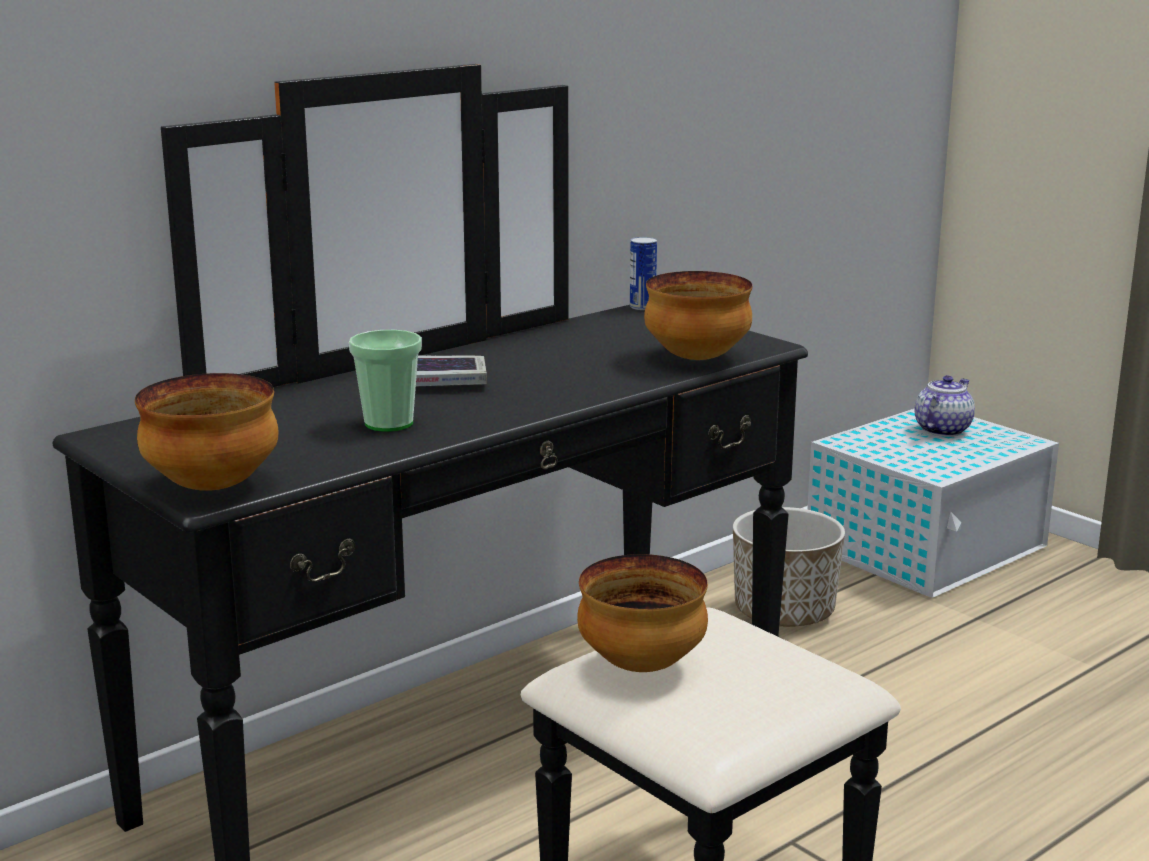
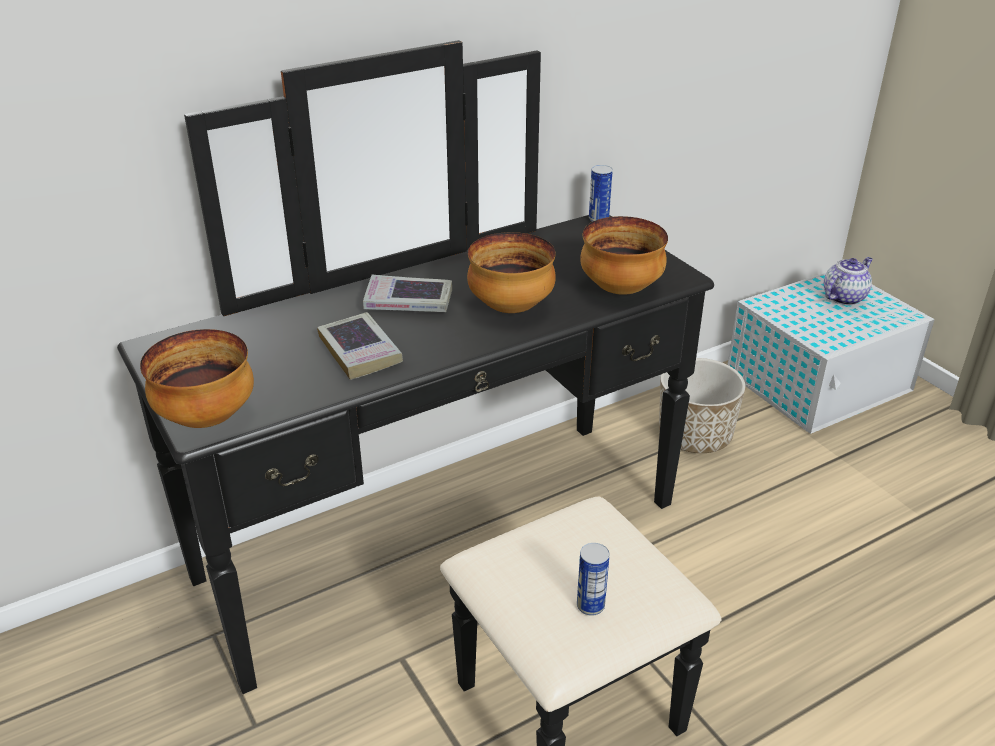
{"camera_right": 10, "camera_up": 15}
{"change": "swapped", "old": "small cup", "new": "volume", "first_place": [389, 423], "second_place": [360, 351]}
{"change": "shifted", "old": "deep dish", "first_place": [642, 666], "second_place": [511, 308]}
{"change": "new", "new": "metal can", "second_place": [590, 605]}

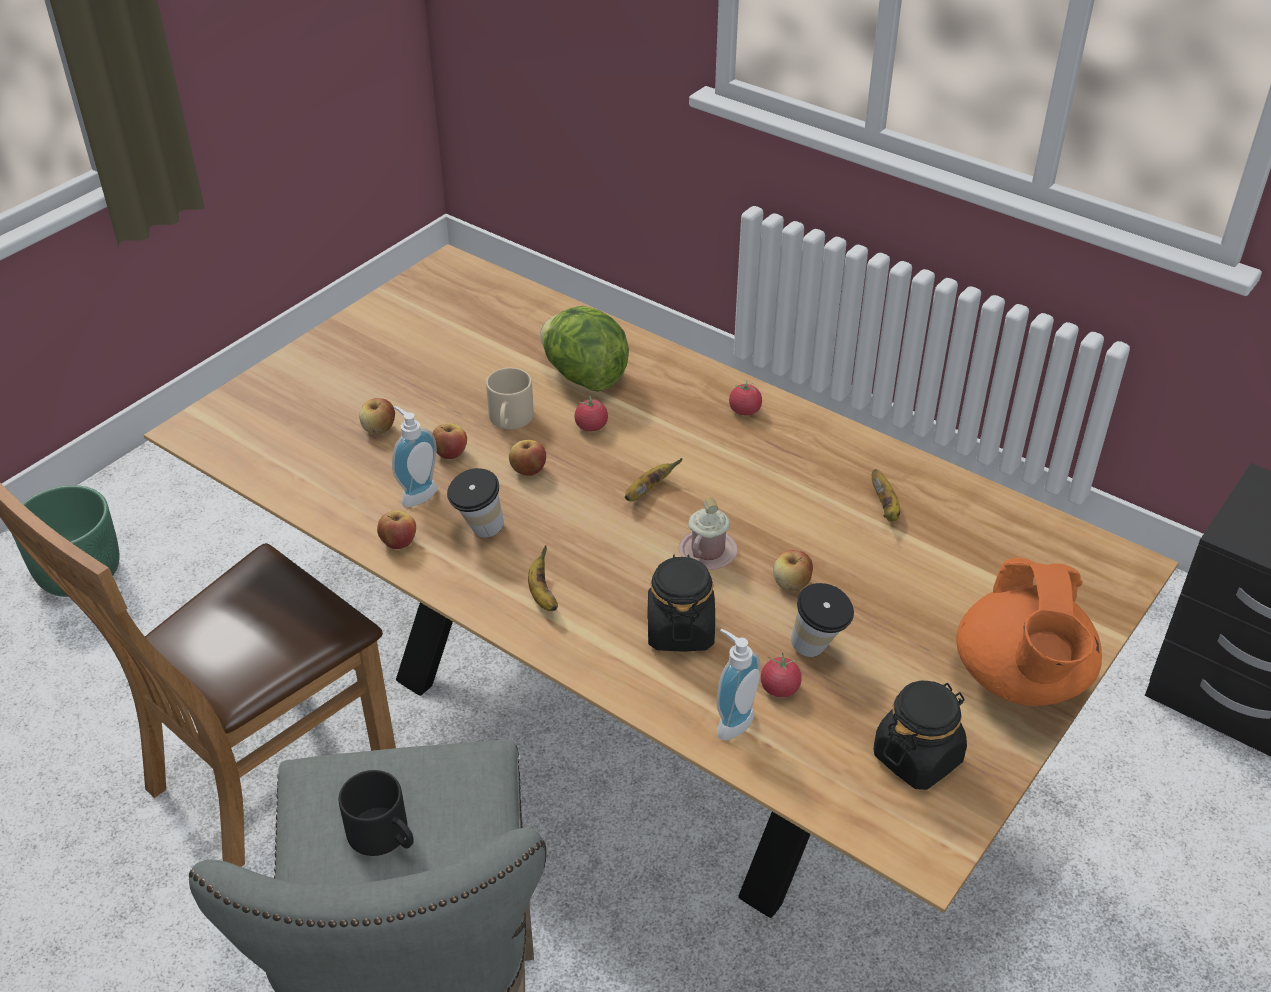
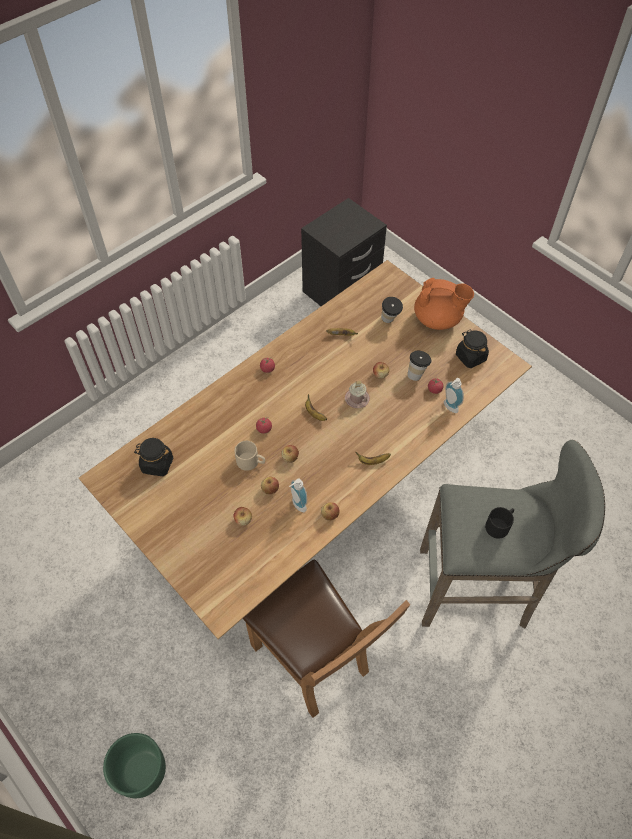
{"camera_right": -80, "camera_up": 15}
{"change": "shifted", "old": "small cup", "first_place": [479, 532], "second_place": [390, 321]}
{"change": "gone", "old": "lettuce", "first_place": [584, 376]}
{"change": "shifted", "old": "storage jar (black)", "first_place": [680, 630], "second_place": [157, 464]}

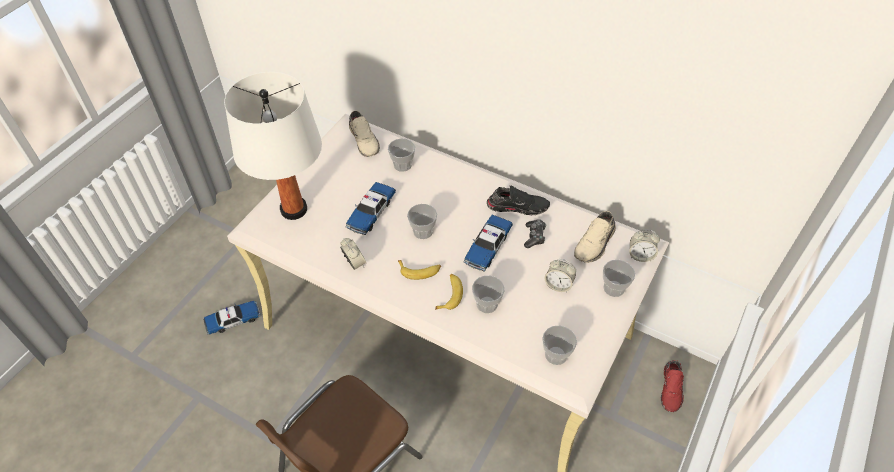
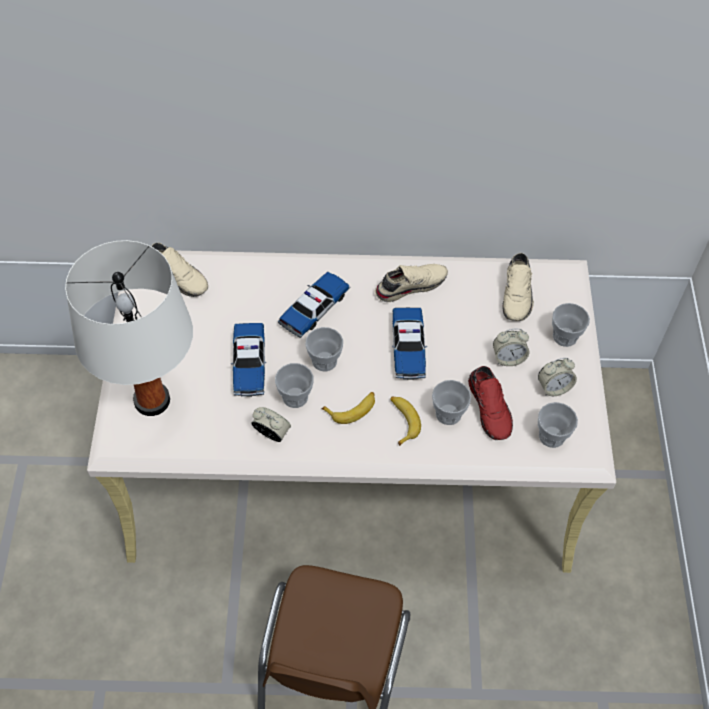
{"camera_right": -30, "camera_up": 5}
{"change": "shifted", "old": "model car", "first_place": [233, 320], "second_place": [315, 309]}
{"change": "shifted", "old": "small cup", "first_place": [402, 165], "second_place": [295, 397]}
{"change": "repainted", "old": "low shoe (black)", "new": "low shoe (beige)", "first_place": [517, 206], "second_place": [410, 285]}
{"change": "gone", "old": "game controller", "first_place": [534, 236]}
{"change": "shifted", "old": "bedside clock", "first_place": [640, 255], "second_place": [553, 387]}
{"change": "shifted", "old": "low shoe (reddish)", "first_place": [671, 389], "second_place": [490, 408]}

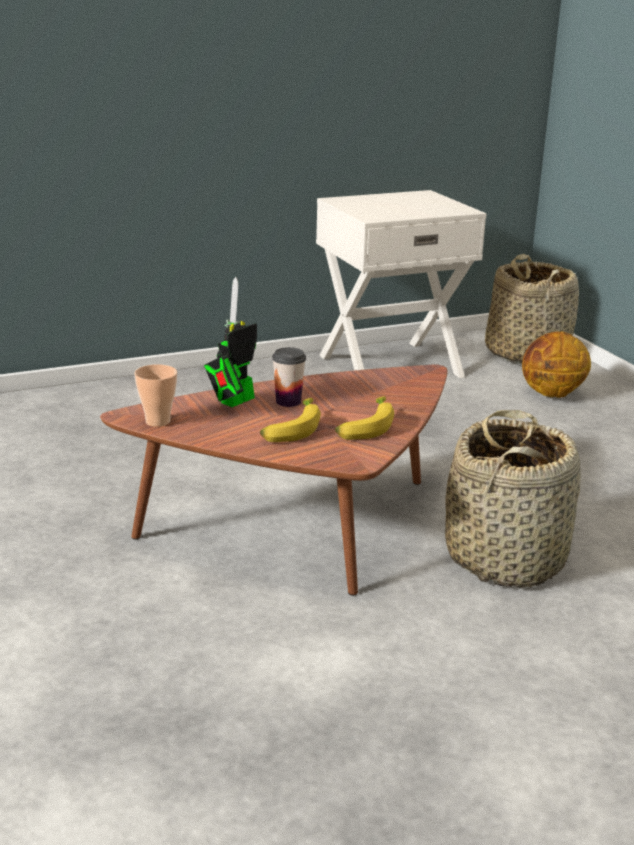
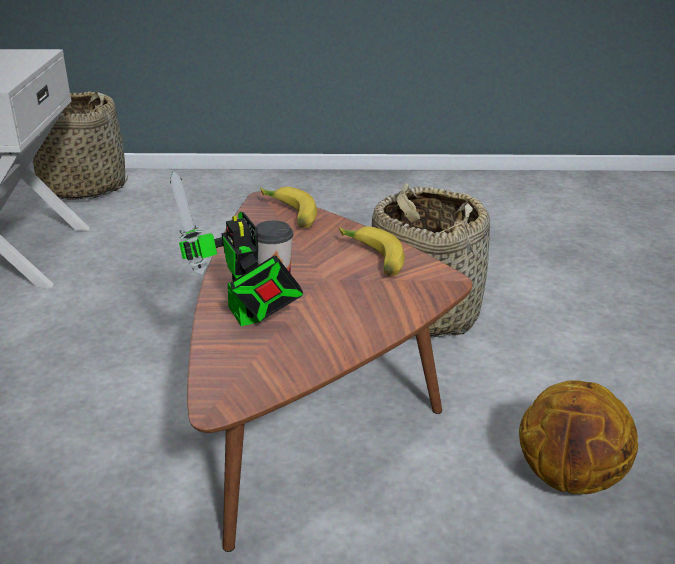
{"camera_right": -65, "camera_up": 5}
{"change": "gone", "old": "small cup", "first_place": [158, 421]}
{"change": "shifted", "old": "whole banana", "first_place": [291, 429], "second_place": [288, 215]}
{"change": "shifted", "old": "basketball ball", "first_place": [551, 394], "second_place": [570, 478]}

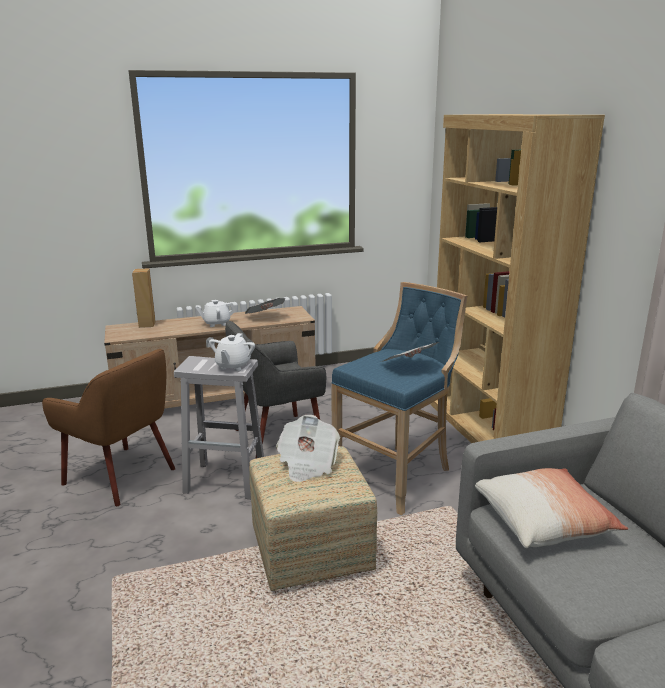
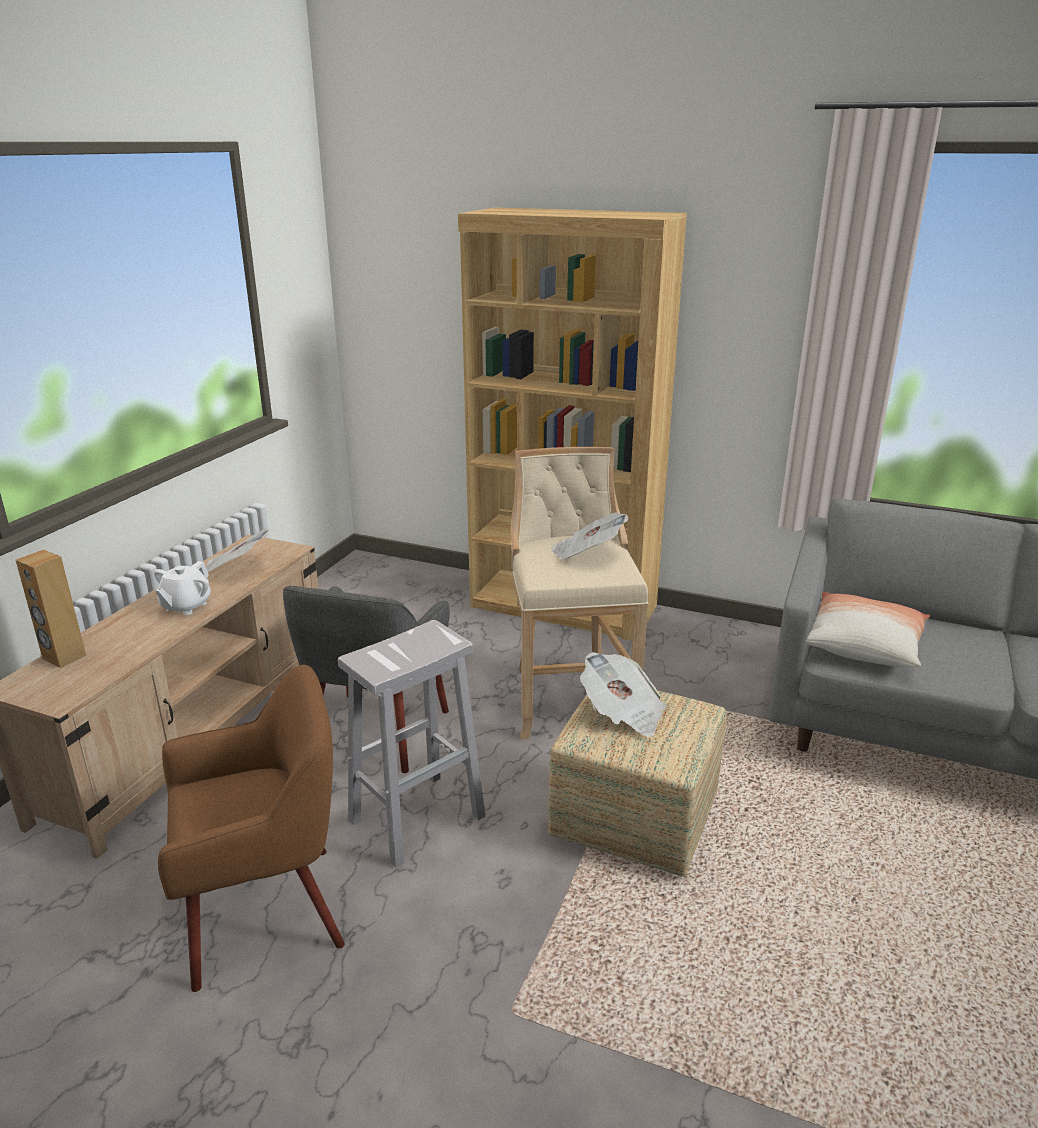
{"camera_right": -50, "camera_up": 5}
{"change": "gone", "old": "teapot (white)", "first_place": [233, 366]}
{"change": "repainted", "old": "stool seat (blue)", "new": "stool seat (beige)", "first_place": [397, 475], "second_place": [569, 696]}

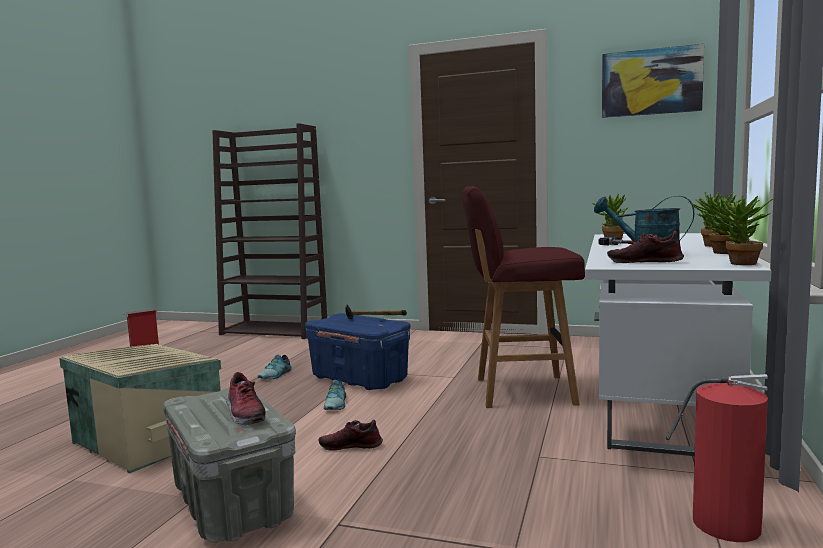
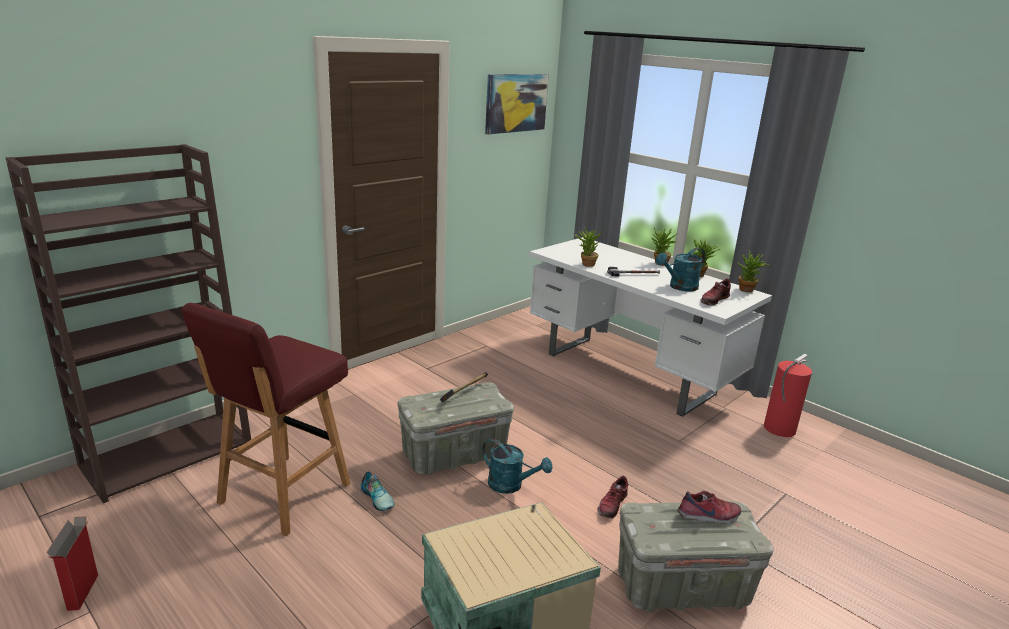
{"camera_right": -65, "camera_up": 15}
{"change": "repainted", "old": "storage box (blue)", "new": "storage box (grey)", "first_place": [360, 379], "second_place": [454, 454]}
{"change": "swapped", "old": "low shoe", "new": "watering pot (blue-green)", "first_place": [337, 404], "second_place": [511, 485]}
{"change": "shifted", "old": "stool seat (reddish)", "first_place": [521, 391], "second_place": [282, 495]}

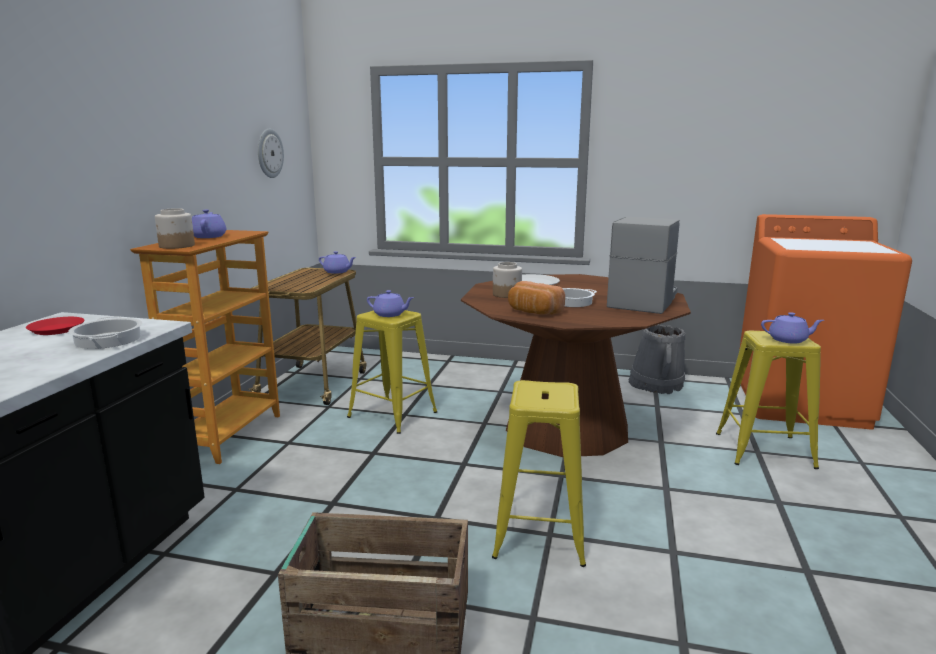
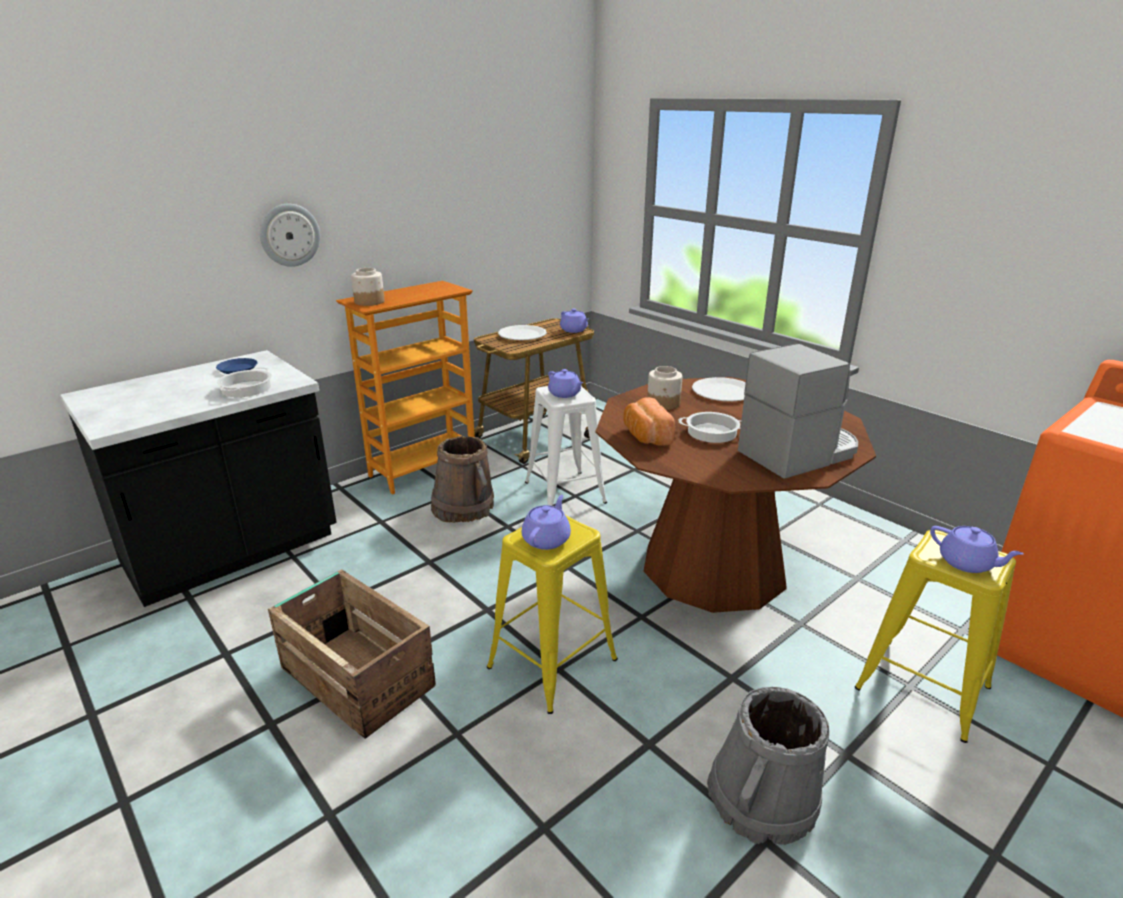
{"camera_right": 35, "camera_up": 10}
{"change": "repainted", "old": "dinner plate (reddish)", "new": "dinner plate (blue)", "first_place": [57, 329], "second_place": [238, 369]}
{"change": "shifted", "old": "teapot (purple)", "first_place": [209, 236], "second_place": [547, 539]}
{"change": "shifted", "old": "wall clock", "first_place": [269, 153], "second_place": [289, 235]}
{"change": "repainted", "old": "stool seat (yellow-coloured)", "new": "stool seat (white)", "first_place": [392, 414], "second_place": [565, 492]}
{"change": "shifted", "old": "water bucket (grey)", "first_place": [656, 384], "second_place": [762, 798]}
{"change": "new", "new": "water bucket (brown-coloured)", "second_place": [463, 507]}
{"change": "new", "new": "dinner plate (white)", "second_place": [522, 334]}

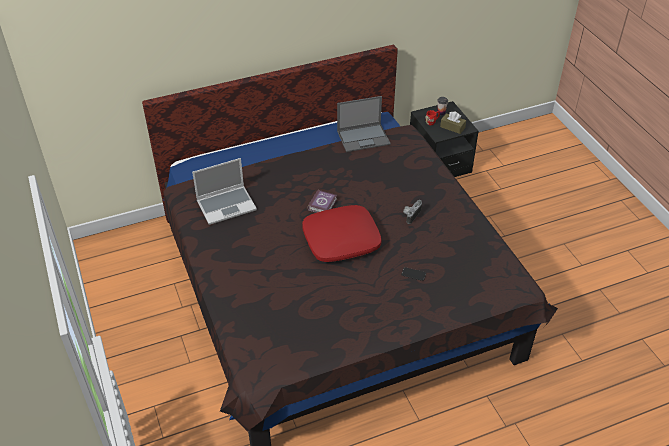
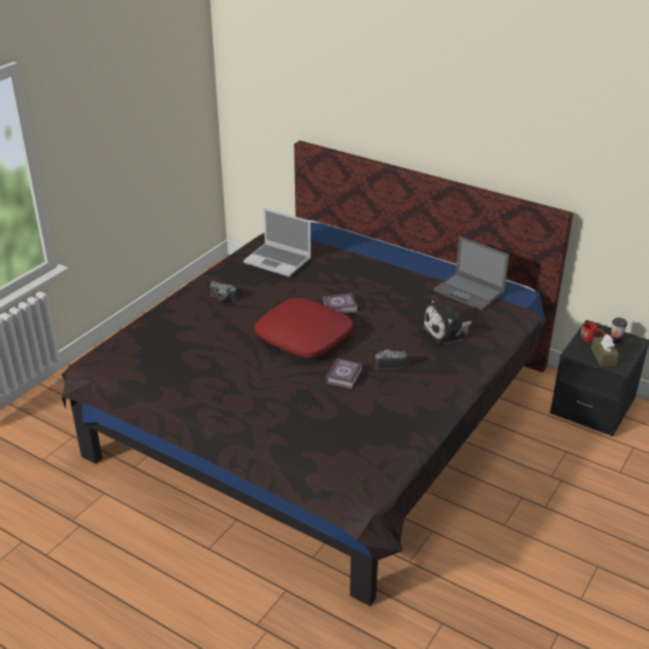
{"camera_right": 55, "camera_up": -10}
{"change": "new", "new": "photo camera", "second_place": [222, 299]}
{"change": "new", "new": "volume", "second_place": [345, 376]}
{"change": "new", "new": "plush toy", "second_place": [447, 331]}

